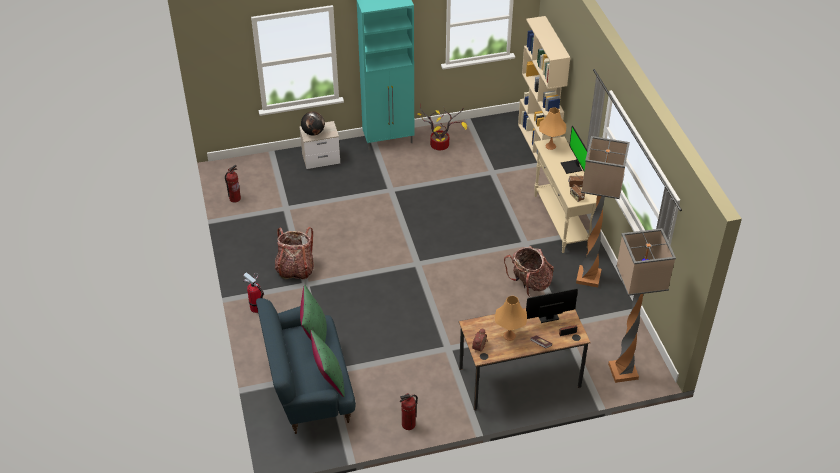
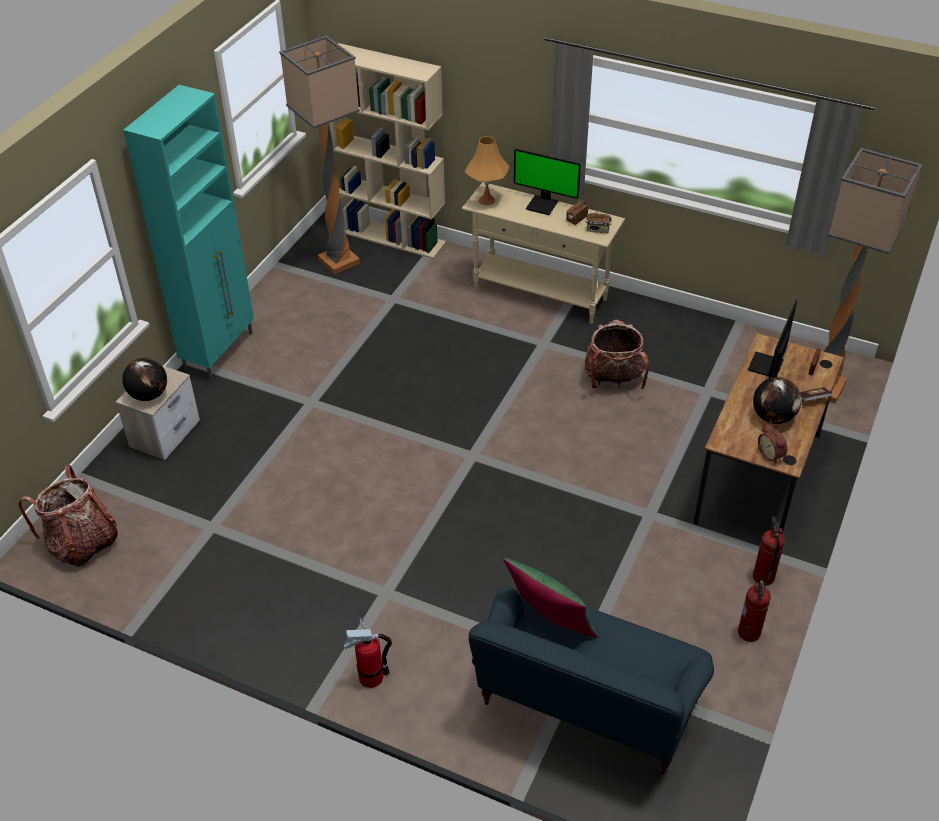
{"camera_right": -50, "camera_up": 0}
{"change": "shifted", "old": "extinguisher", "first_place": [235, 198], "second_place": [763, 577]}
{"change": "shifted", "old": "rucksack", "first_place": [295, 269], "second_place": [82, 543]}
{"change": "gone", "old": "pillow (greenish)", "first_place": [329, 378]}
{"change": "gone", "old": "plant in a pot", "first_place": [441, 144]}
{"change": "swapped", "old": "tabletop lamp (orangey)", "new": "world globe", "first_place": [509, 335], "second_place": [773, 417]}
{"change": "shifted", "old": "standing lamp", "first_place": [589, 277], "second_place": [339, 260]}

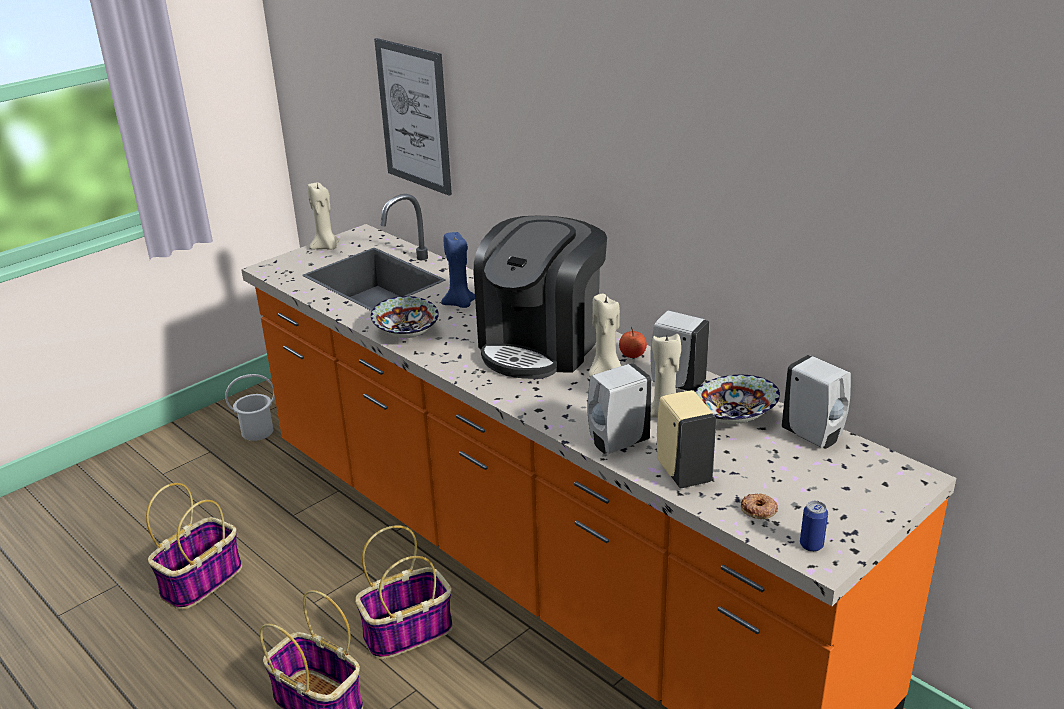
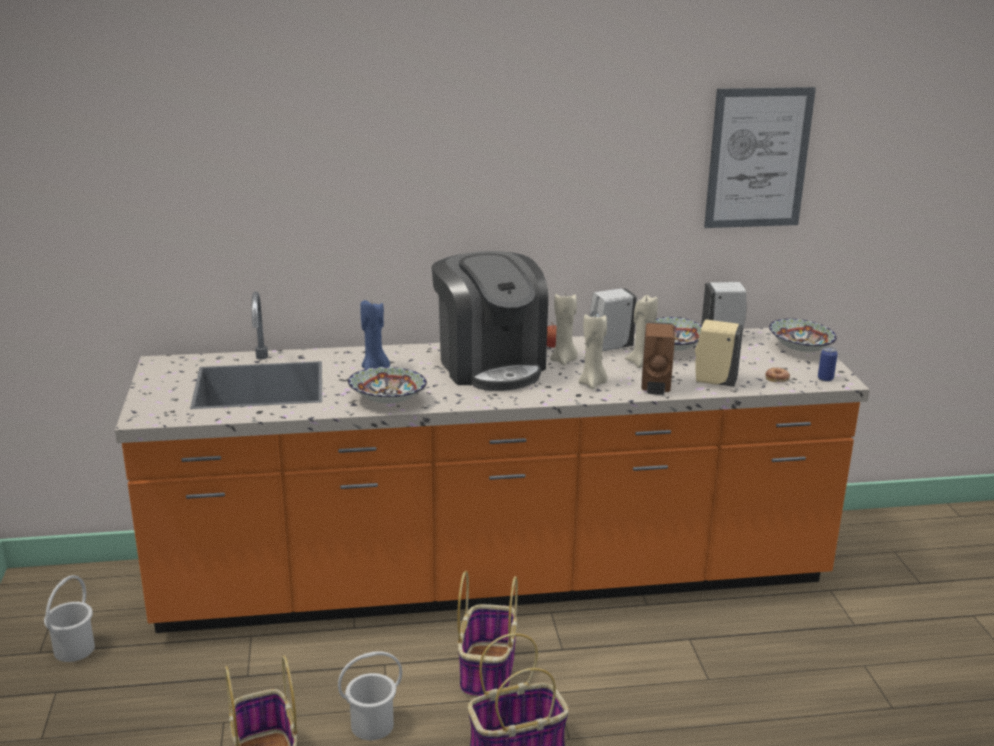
{"camera_right": -55, "camera_up": -5}
{"change": "shifted", "old": "wax candle (beige)", "first_place": [326, 247], "second_place": [593, 383]}
{"change": "shifted", "old": "picture", "first_place": [414, 116], "second_place": [758, 158]}
{"change": "repainted", "old": "soap dispenser (white)", "new": "soap dispenser (brown-coloured)", "first_place": [616, 443], "second_place": [655, 387]}
{"change": "new", "new": "water bucket (white)", "second_place": [371, 725]}
{"change": "new", "new": "deep dish", "second_place": [800, 349]}

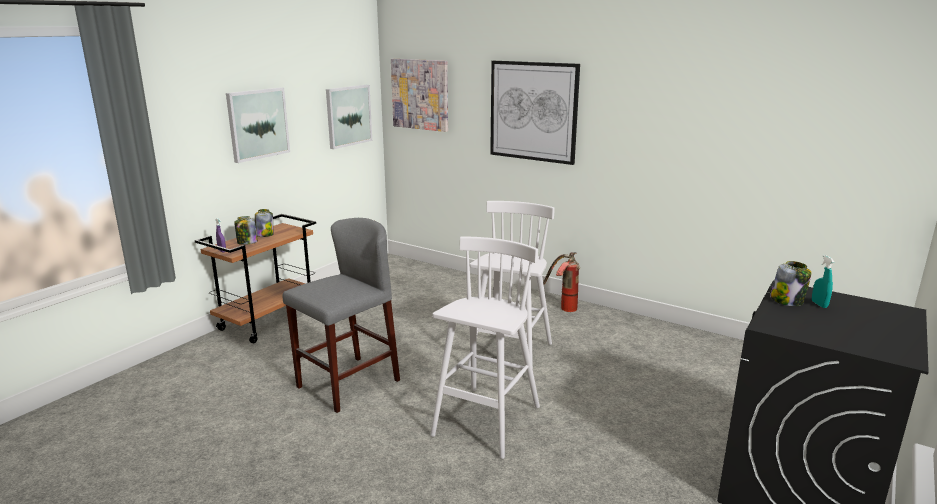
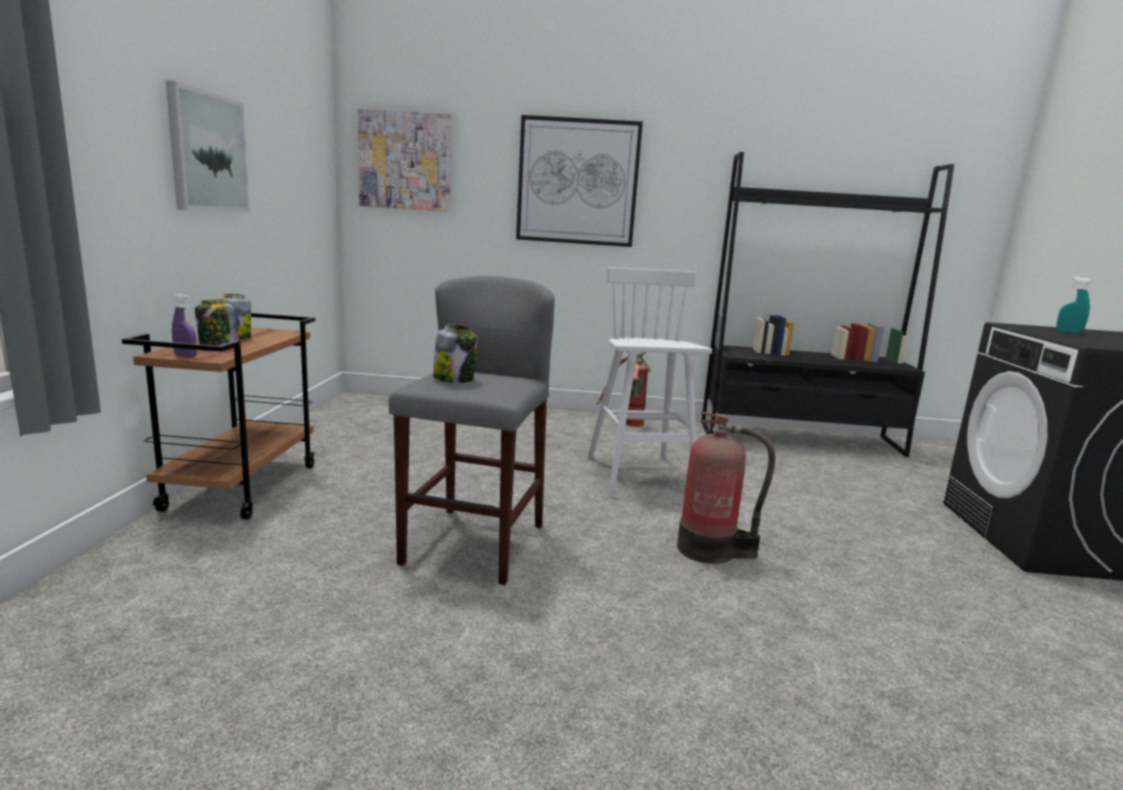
{"camera_right": -30, "camera_up": -5}
{"change": "gone", "old": "picture", "first_place": [348, 116]}
{"change": "swapped", "old": "stool seat (white)", "new": "extinguisher", "first_place": [486, 422], "second_place": [711, 550]}
{"change": "shifted", "old": "storage jar", "first_place": [787, 301], "second_place": [454, 379]}
{"change": "new", "new": "shelving unit (black)", "second_place": [800, 439]}

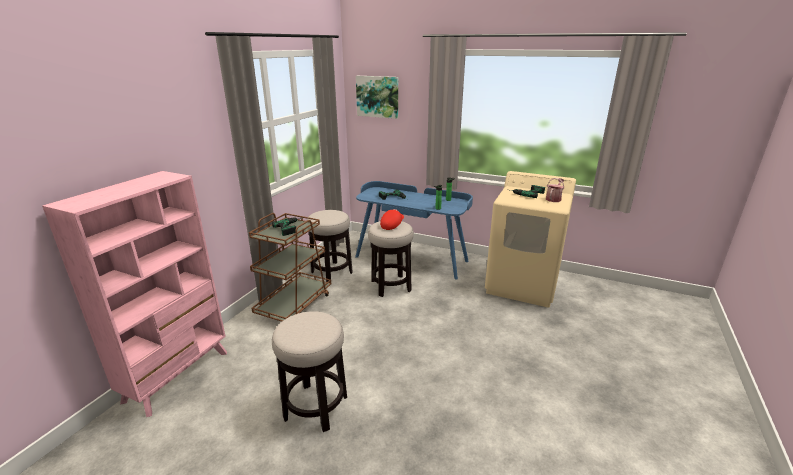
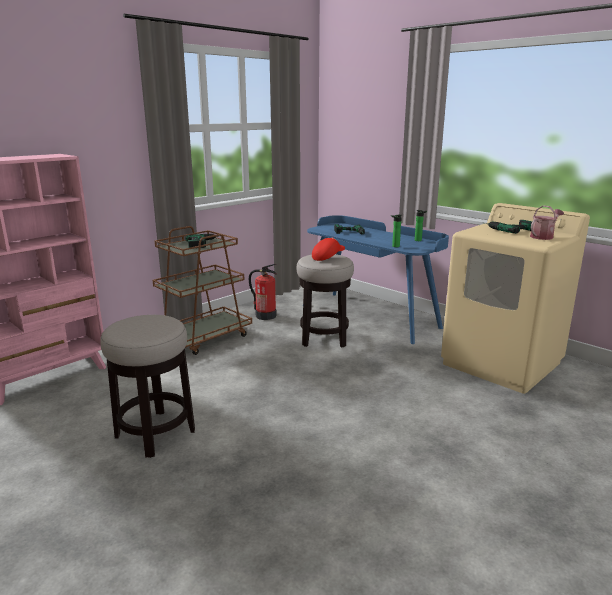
{"camera_right": 20, "camera_up": -5}
{"change": "swapped", "old": "stool seat", "new": "extinguisher", "first_place": [332, 272], "second_place": [265, 316]}
{"change": "gone", "old": "picture", "first_place": [377, 96]}

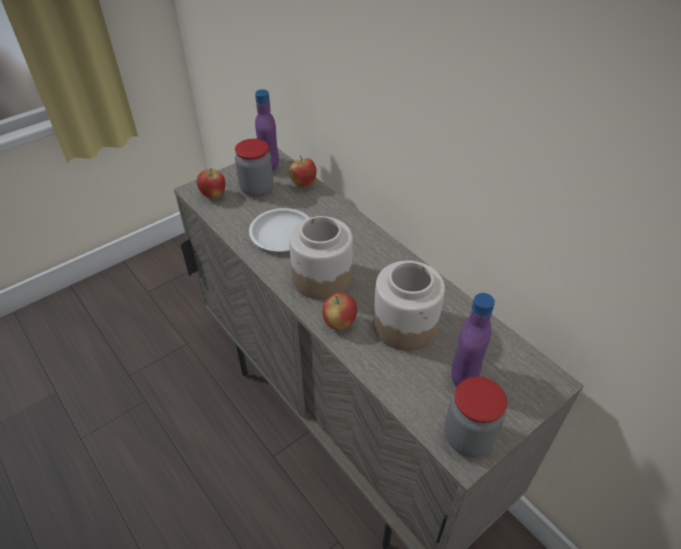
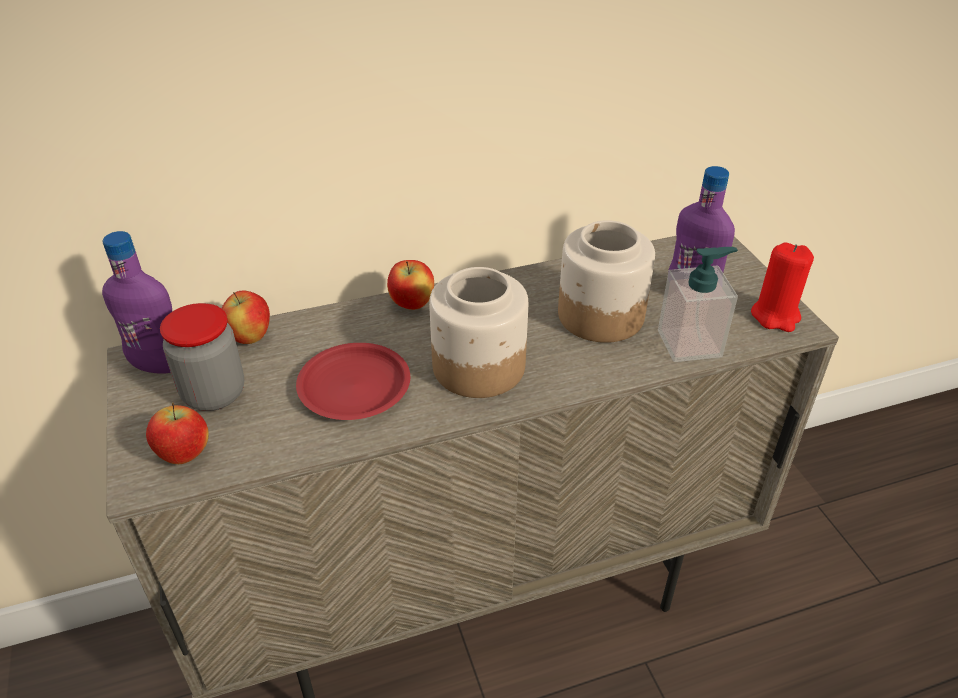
{"camera_right": -70, "camera_up": -5}
{"change": "repainted", "old": "dinner plate (white)", "new": "dinner plate (reddish)", "first_place": [282, 234], "second_place": [355, 387]}
{"change": "shifted", "old": "apple", "first_place": [339, 324], "second_place": [412, 304]}
{"change": "swapped", "old": "storage jar", "new": "wax candle (reddish)", "first_place": [468, 437], "second_place": [775, 316]}
{"change": "new", "new": "soap dispenser", "second_place": [689, 343]}

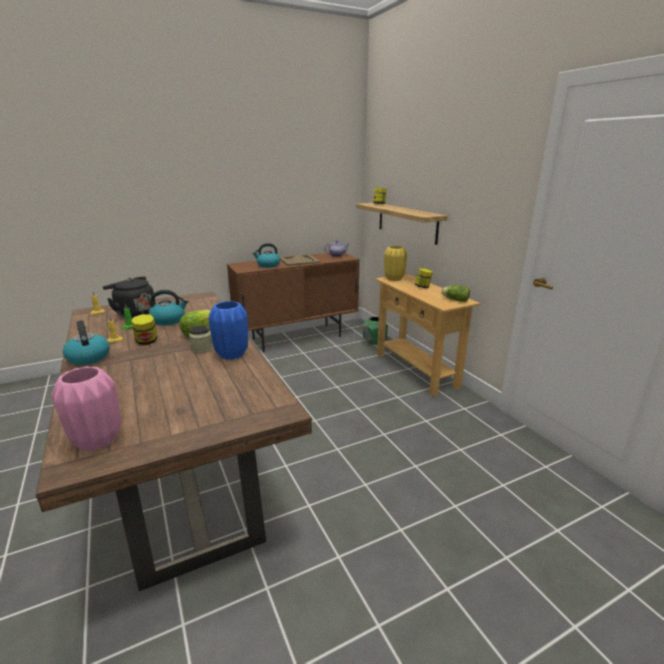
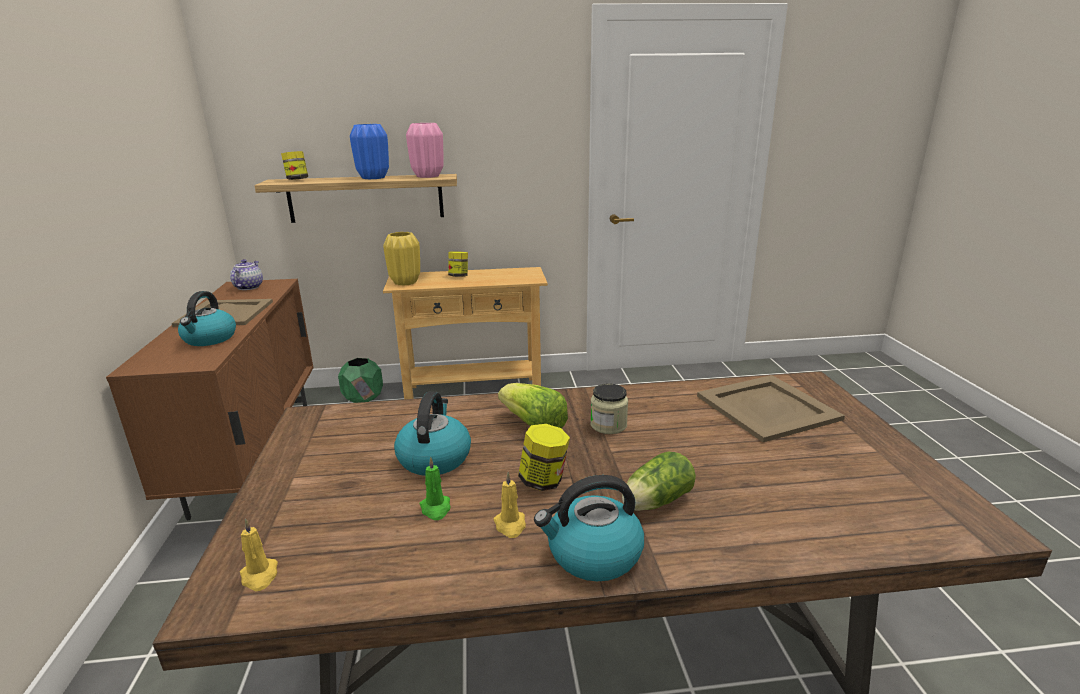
{"camera_right": -70, "camera_up": 0}
{"change": "shifted", "old": "decorative vase (pinkish)", "first_place": [97, 441], "second_place": [427, 176]}
{"change": "gone", "old": "kettle (black)", "first_place": [134, 313]}
{"change": "shifted", "old": "decorative vase (blue)", "first_place": [231, 355], "second_place": [373, 178]}
{"change": "shifted", "old": "lettuce", "first_place": [454, 300], "second_place": [654, 502]}
{"change": "new", "new": "carrying tray (beige)", "second_place": [767, 407]}

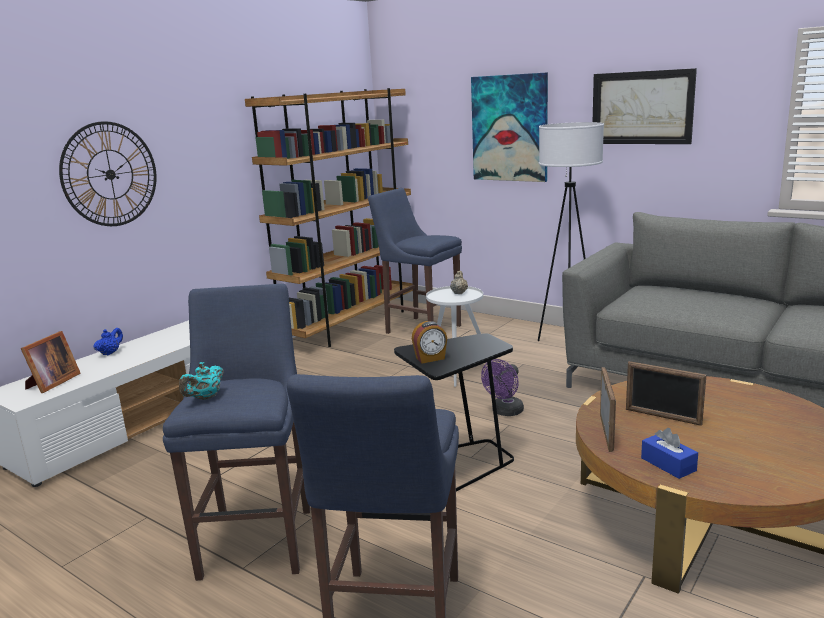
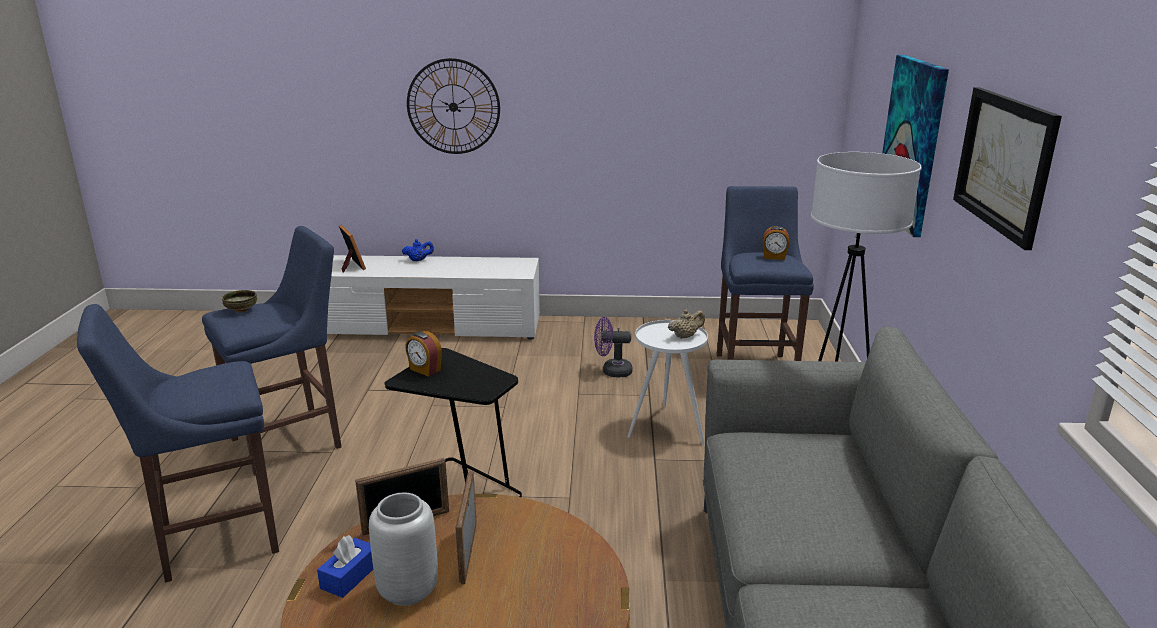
{"camera_right": 55, "camera_up": 5}
{"change": "rotated", "old": "photo frame", "first_place": [51, 383], "second_place": [351, 266], "degrees": -105}
{"change": "swapped", "old": "teapot (blue-green)", "new": "deep dish", "first_place": [205, 398], "second_place": [241, 310]}
{"change": "gone", "old": "shelving unit (brown-coloured)", "first_place": [351, 324]}
{"change": "shifted", "old": "electric fan (purple)", "first_place": [505, 412], "second_place": [612, 371]}
{"change": "new", "new": "decorative vase (grey)", "second_place": [409, 590]}
{"change": "new", "new": "bedside clock", "second_place": [774, 257]}

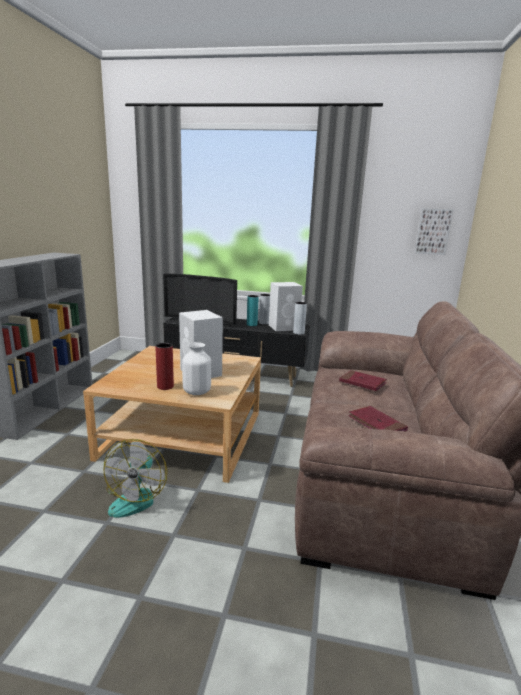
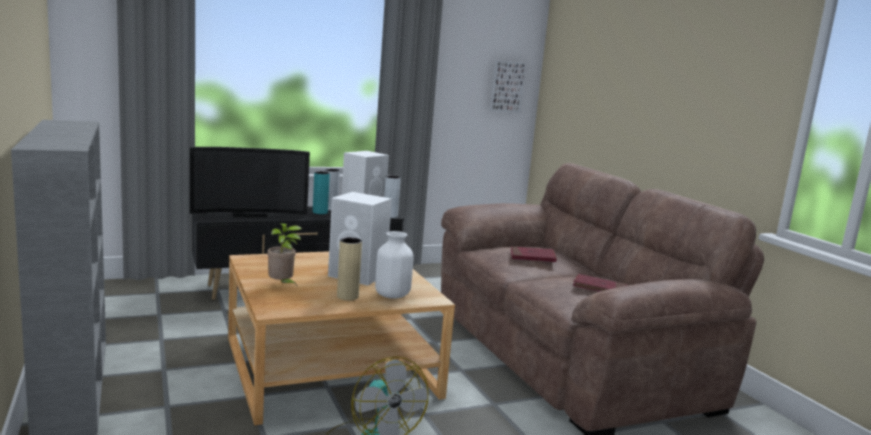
{"camera_right": -35, "camera_up": -5}
{"change": "repainted", "old": "decorative vase (reddish)", "new": "decorative vase (beige)", "first_place": [165, 386], "second_place": [347, 296]}
{"change": "new", "new": "plant in a pot", "second_place": [282, 285]}

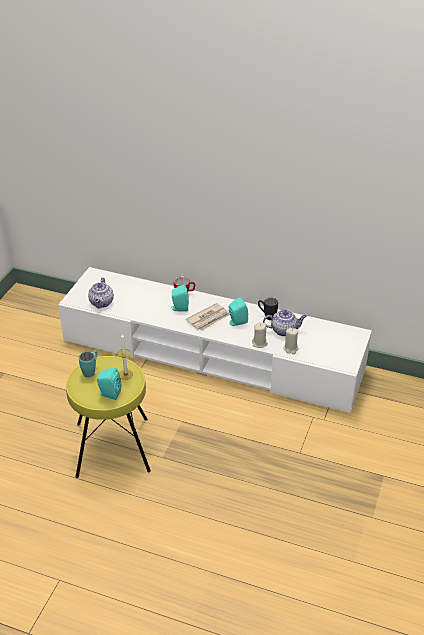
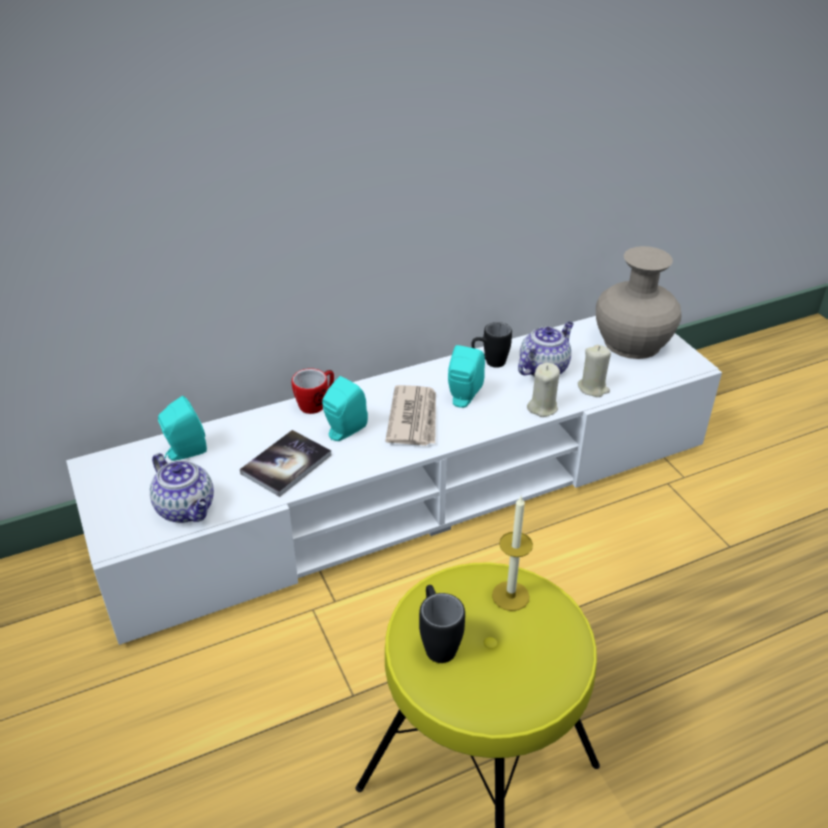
{"camera_right": -45, "camera_up": 0}
{"change": "repainted", "old": "tea mug (blue-green)", "new": "tea mug (black)", "first_place": [91, 371], "second_place": [437, 641]}
{"change": "shifted", "old": "speaker (blue-green)", "first_place": [109, 394], "second_place": [184, 452]}
{"change": "new", "new": "volume", "second_place": [286, 464]}
{"change": "new", "new": "decorative vase (beige)", "second_place": [632, 342]}

